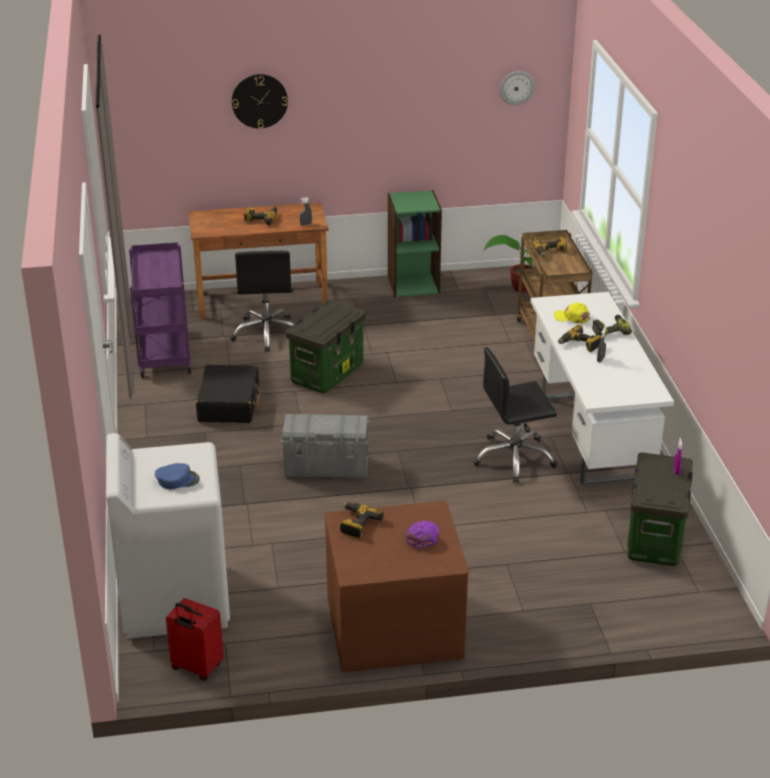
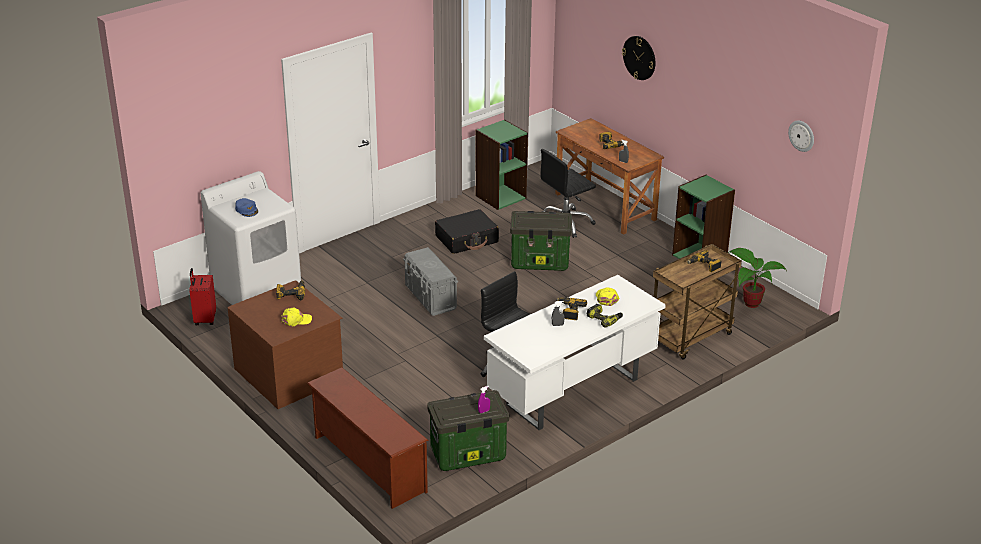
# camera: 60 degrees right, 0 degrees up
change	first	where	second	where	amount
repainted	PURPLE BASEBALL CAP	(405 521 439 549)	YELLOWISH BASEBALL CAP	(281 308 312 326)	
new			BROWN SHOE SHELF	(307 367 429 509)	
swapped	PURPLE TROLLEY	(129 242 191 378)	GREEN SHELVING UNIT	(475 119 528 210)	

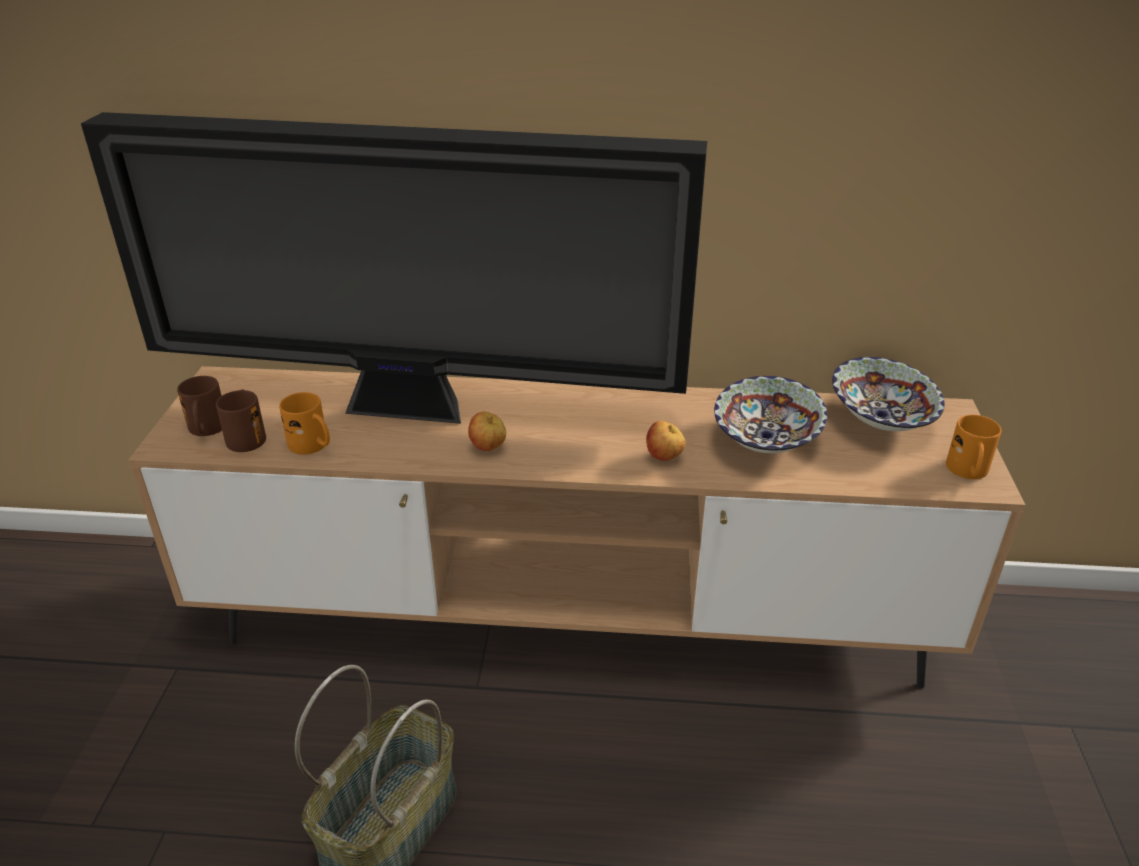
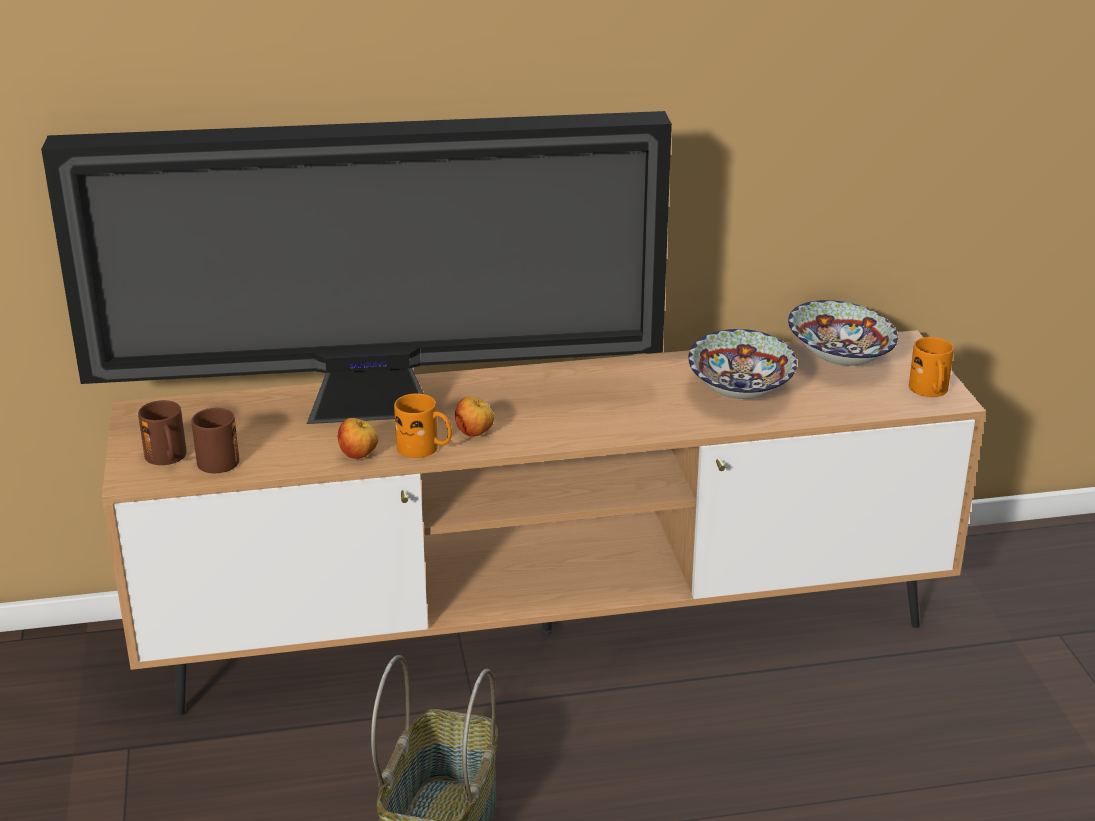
# camera: 15 degrees left, 5 degrees down
change	first	where	second	where	amount
shifted	WHOLE APPLE	(646 421 685 461)		(337 418 378 459)	
shifted	ORANGE COFFEE MUG	(279 392 330 455)		(394 393 452 458)	

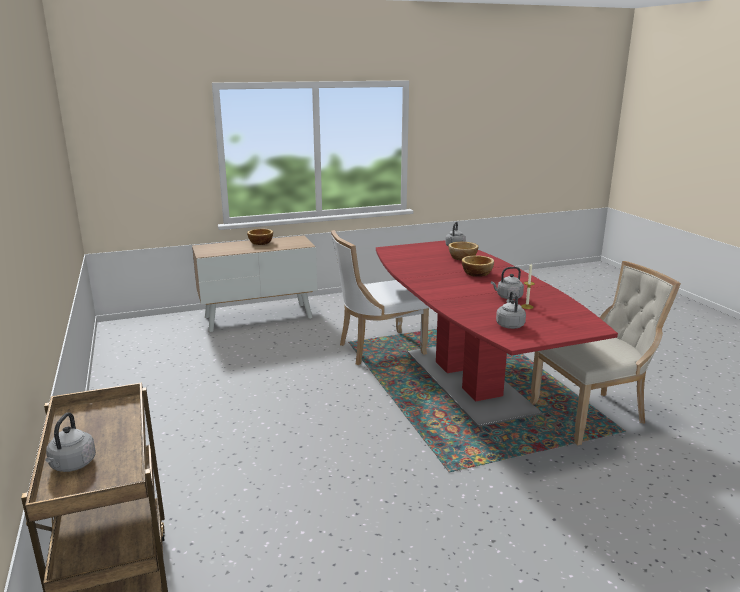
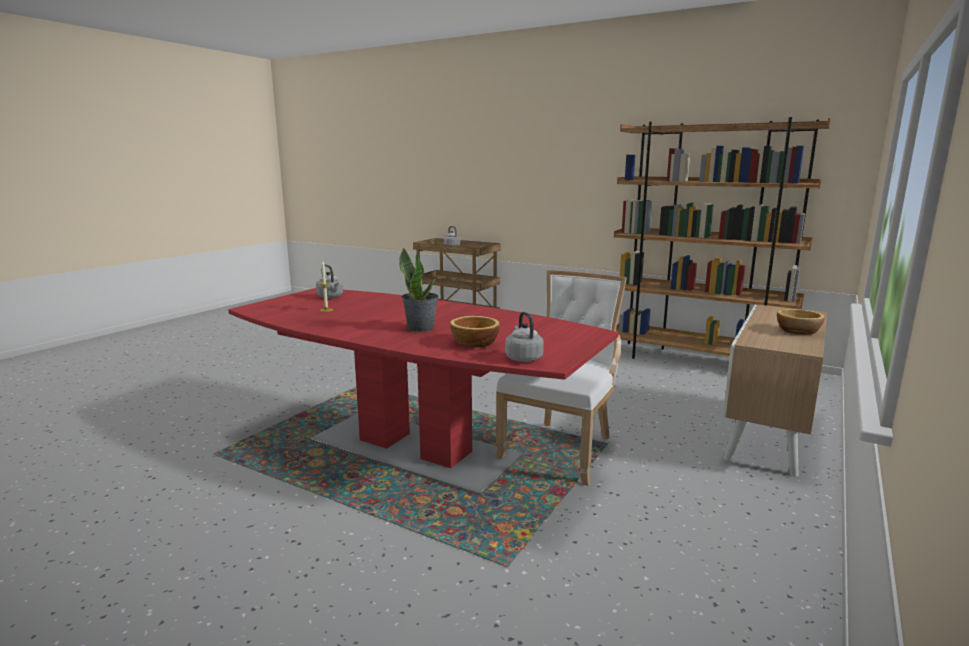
# camera: 140 degrees right, 5 degrees down
change	first	where	second	where	amount
swapped	BOWL	(462 256 494 277)	POTTED PLANT	(399 248 439 332)	
new			BROWN SHELVING UNIT	(614 117 831 359)	
gone	GREY WATER KETTLE	(491 267 524 299)			
gone	BEIGE-COLOURED CHAIR	(529 261 681 445)			

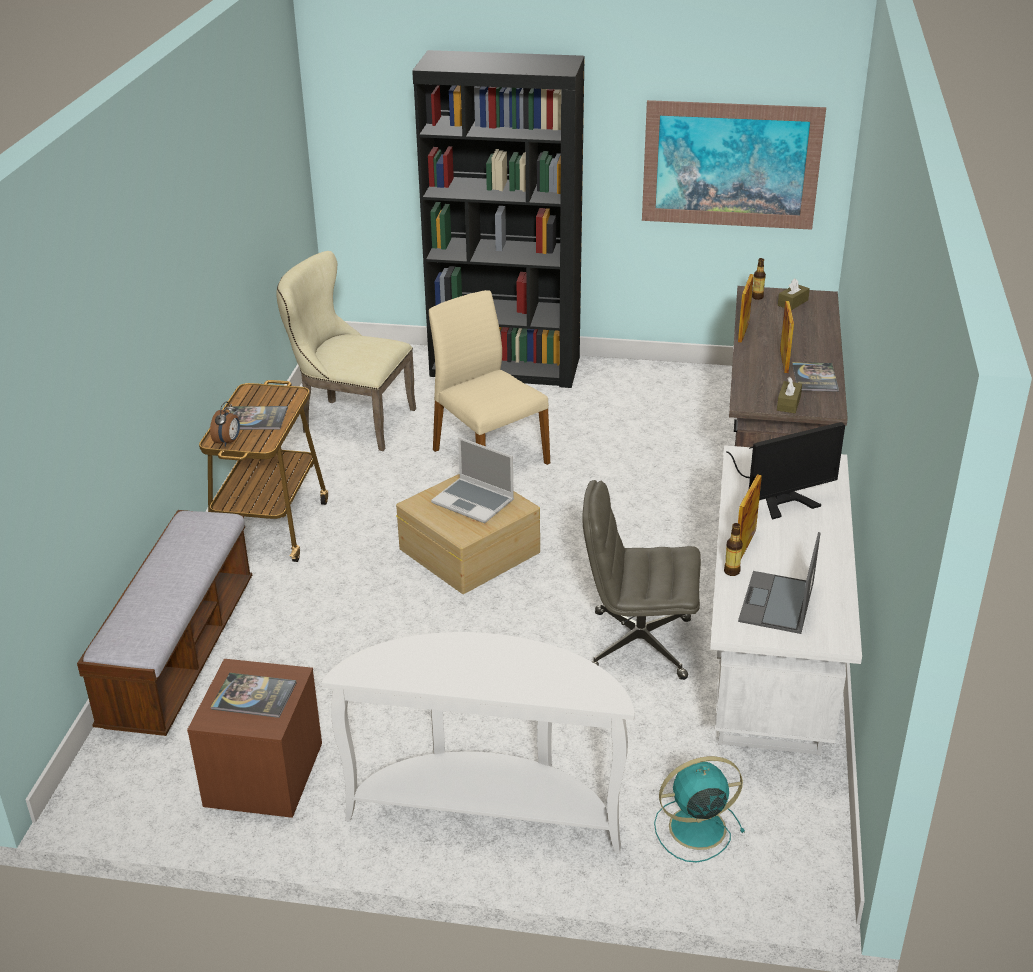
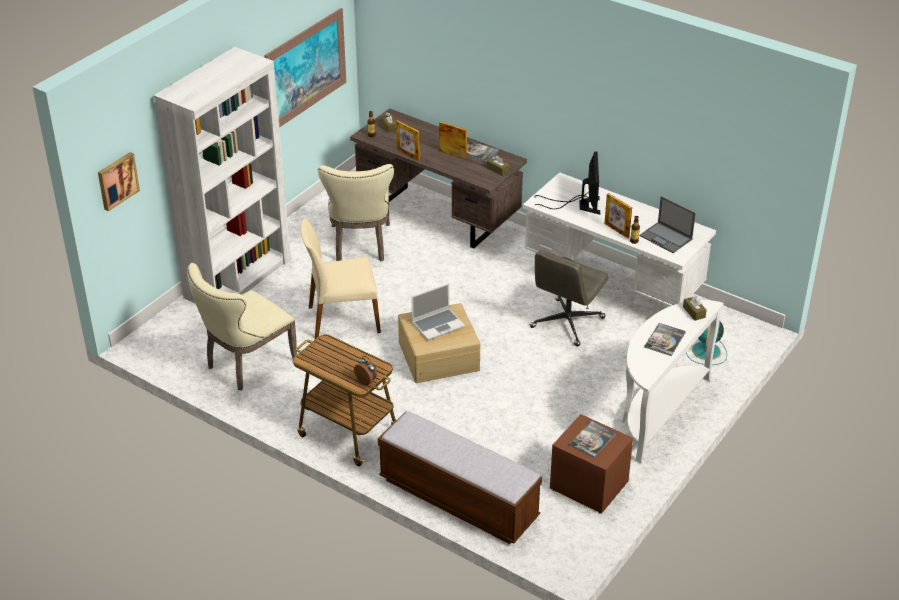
# camera: 65 degrees left, 5 degrees up
change	first	where	second	where	amount
new			WALL ART	(98 152 140 211)	
repainted	BLACKISH SHELVING UNIT	(412 50 585 388)	WHITE SHELVING UNIT	(154 47 291 304)	
new			BEIGE-COLOURED CHAIR	(318 164 394 261)	
shifted	VOLUME	(231 406 288 430)		(644 323 686 356)	
new			BROWN BOX OF TISSUES	(683 295 707 321)	

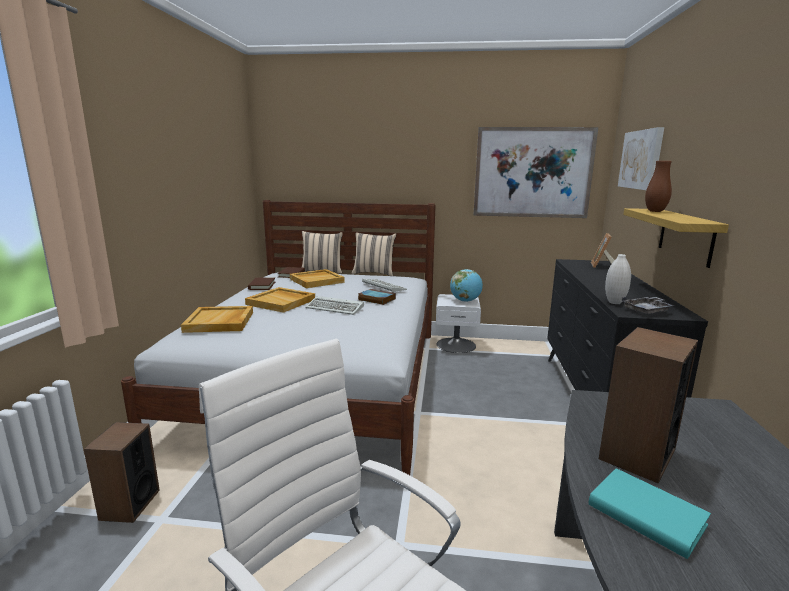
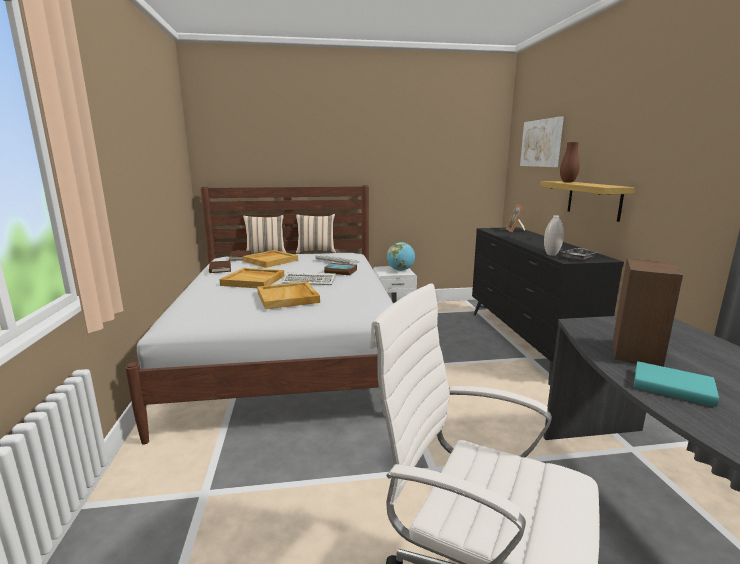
# camera: 15 degrees left, 0 degrees up
change	first	where	second	where	amount
shifted	BEIGE-COLOURED SERVING TRAY	(181 306 253 333)		(257 282 320 309)	
gone	LOUDSPEAKER	(84 422 160 523)			
gone	WALL ART	(474 127 598 218)			

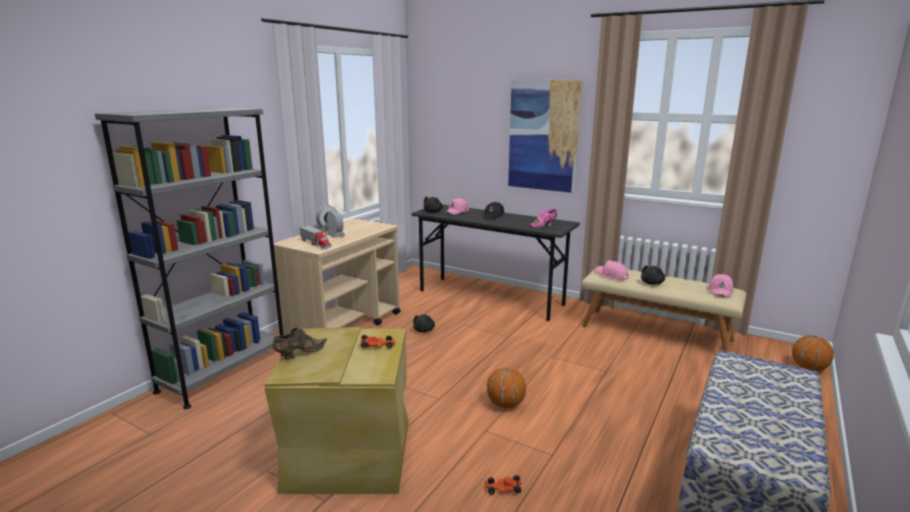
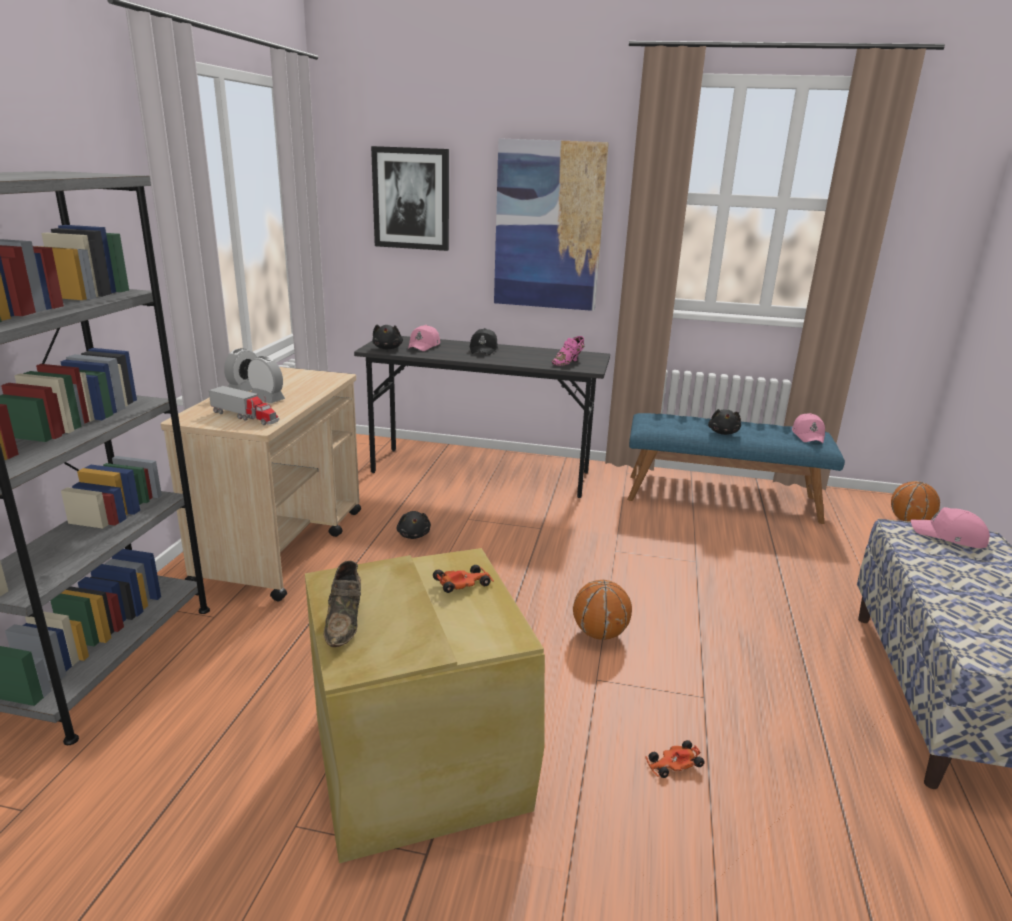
# camera: 20 degrees left, 5 degrees up
change	first	where	second	where	amount
rotated	BROWN ITEM OF FOOTWEAR	(272 328 327 360)		(323 561 361 647)	150 degrees clockwise
new			WALL ART	(371 146 449 251)	
repainted	BEIGE-COLOURED BENCH	(582 266 746 352)	BLUE BENCH	(627 413 845 524)	
shifted	PINK BASEBALL CAP	(595 260 629 280)		(911 507 990 548)	

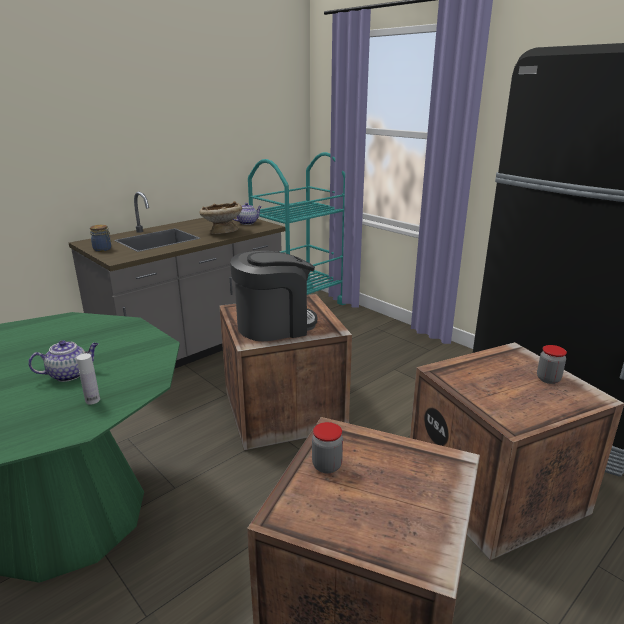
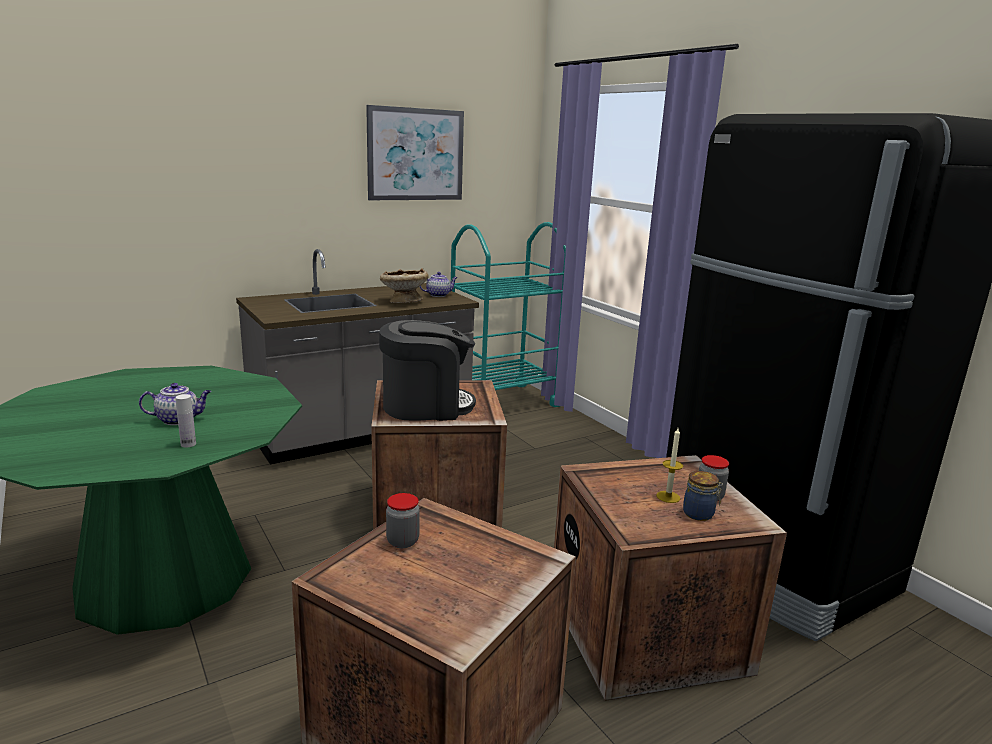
# camera: 10 degrees right, 5 degrees down
change	first	where	second	where	amount
new			WALL ART	(366 105 464 200)	
new			WAX LIGHT	(656 428 683 503)	
shifted	PRESERVE JAR	(90 225 112 252)		(683 471 723 521)	

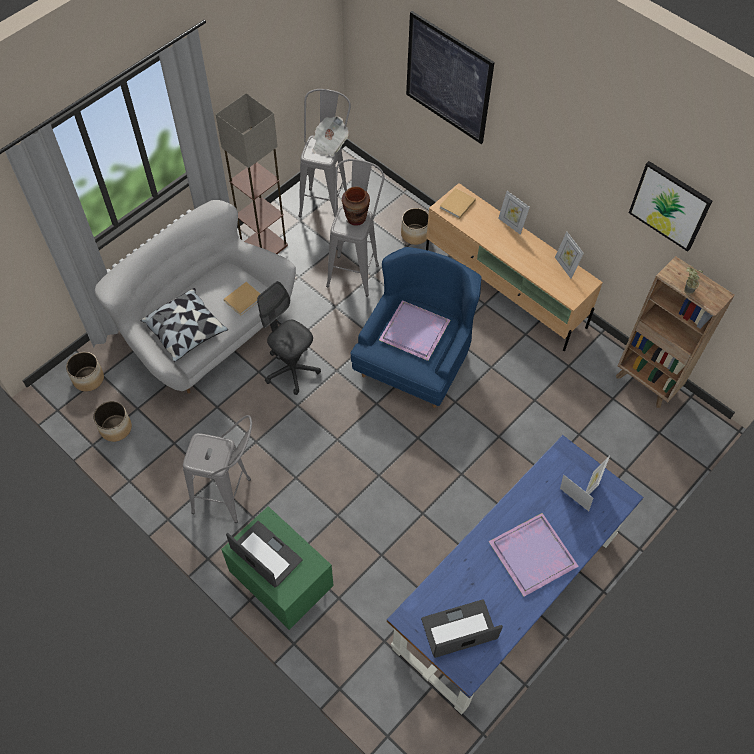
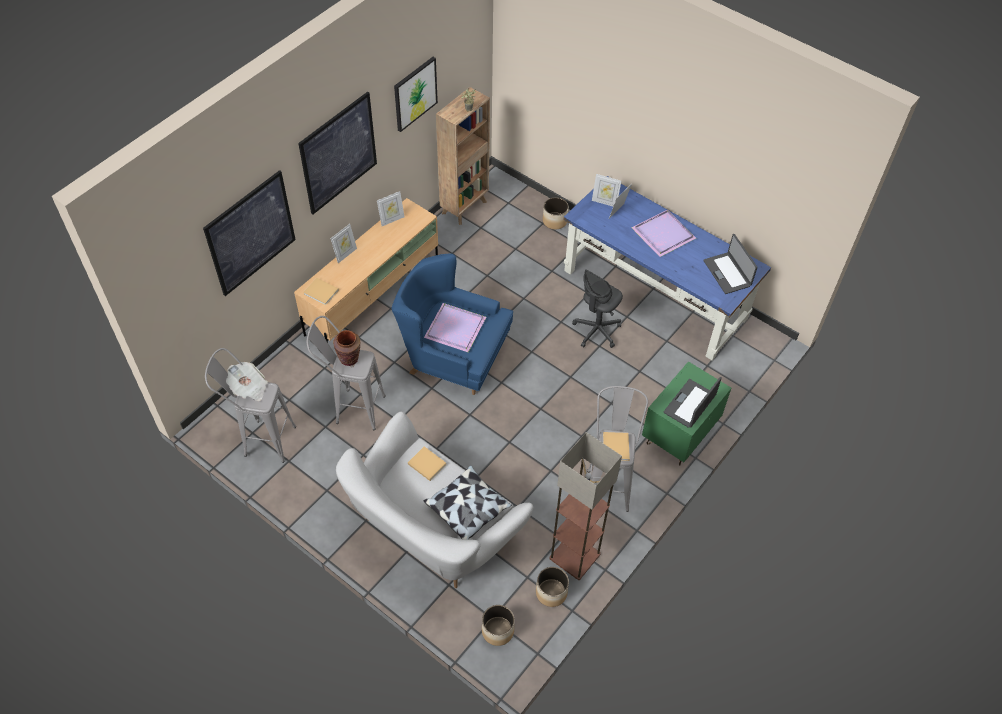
# camera: 95 degrees left, 5 degrees down
change	first	where	second	where	amount
new			WALL ART	(298 92 377 214)	
shifted	PLANT POT	(401 208 428 245)		(543 197 568 230)	
shifted	FLOOR LAMP	(216 93 288 254)		(549 432 622 580)	
shifted	GREY DESK CHAIR	(257 281 321 395)		(572 269 623 348)	
new			BEIGE-COLOURED VOLUME	(603 432 630 461)	

